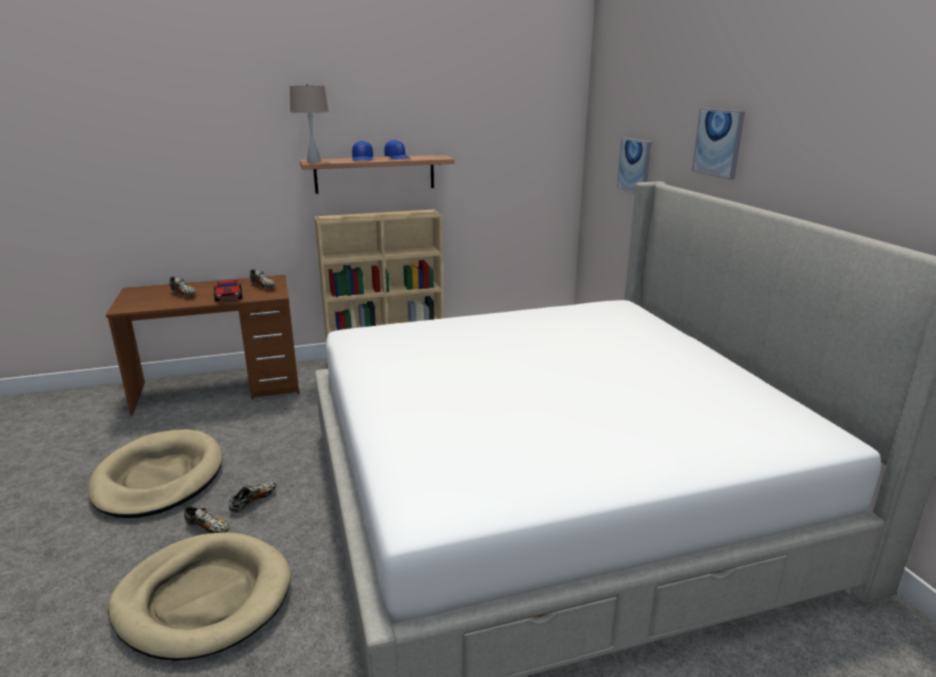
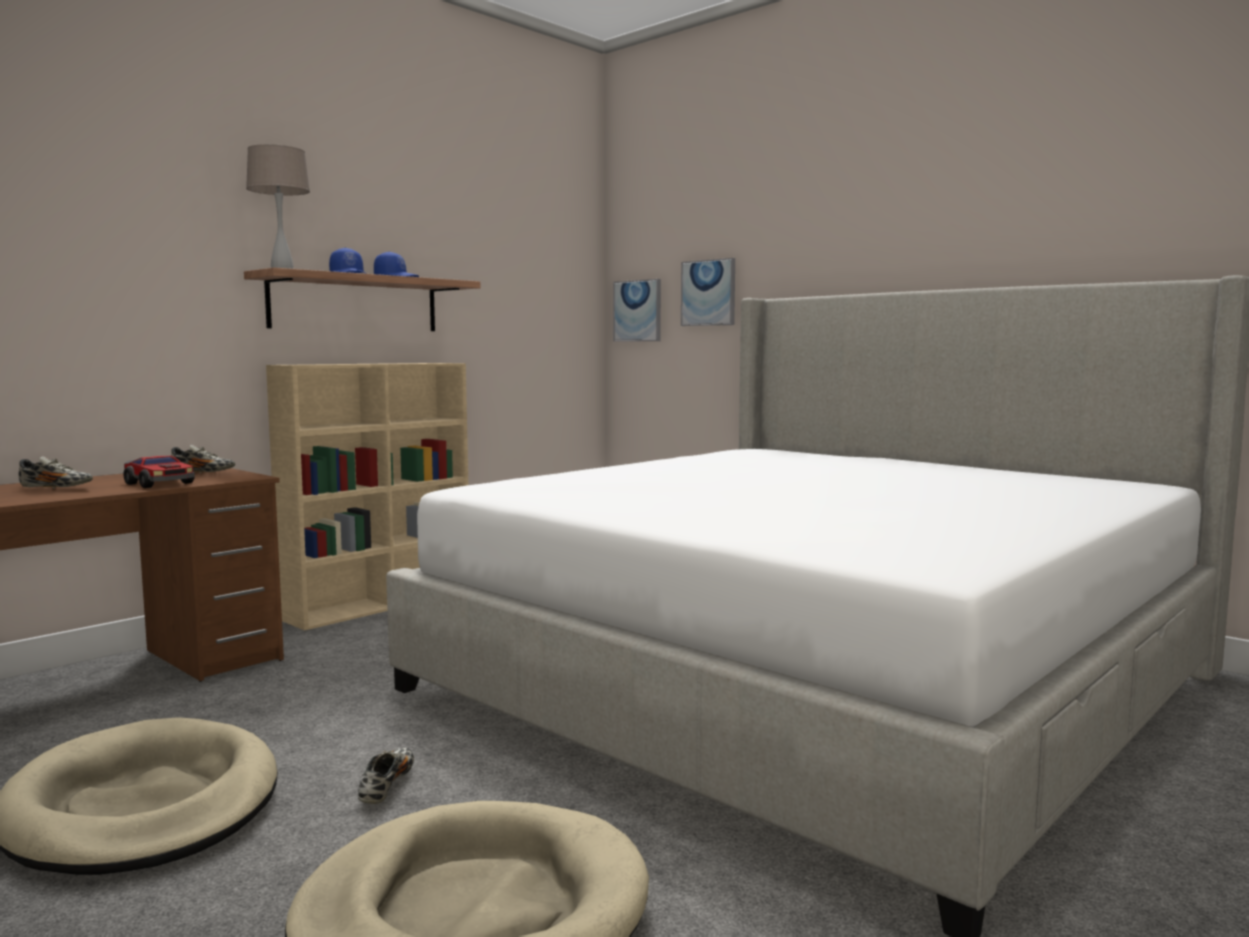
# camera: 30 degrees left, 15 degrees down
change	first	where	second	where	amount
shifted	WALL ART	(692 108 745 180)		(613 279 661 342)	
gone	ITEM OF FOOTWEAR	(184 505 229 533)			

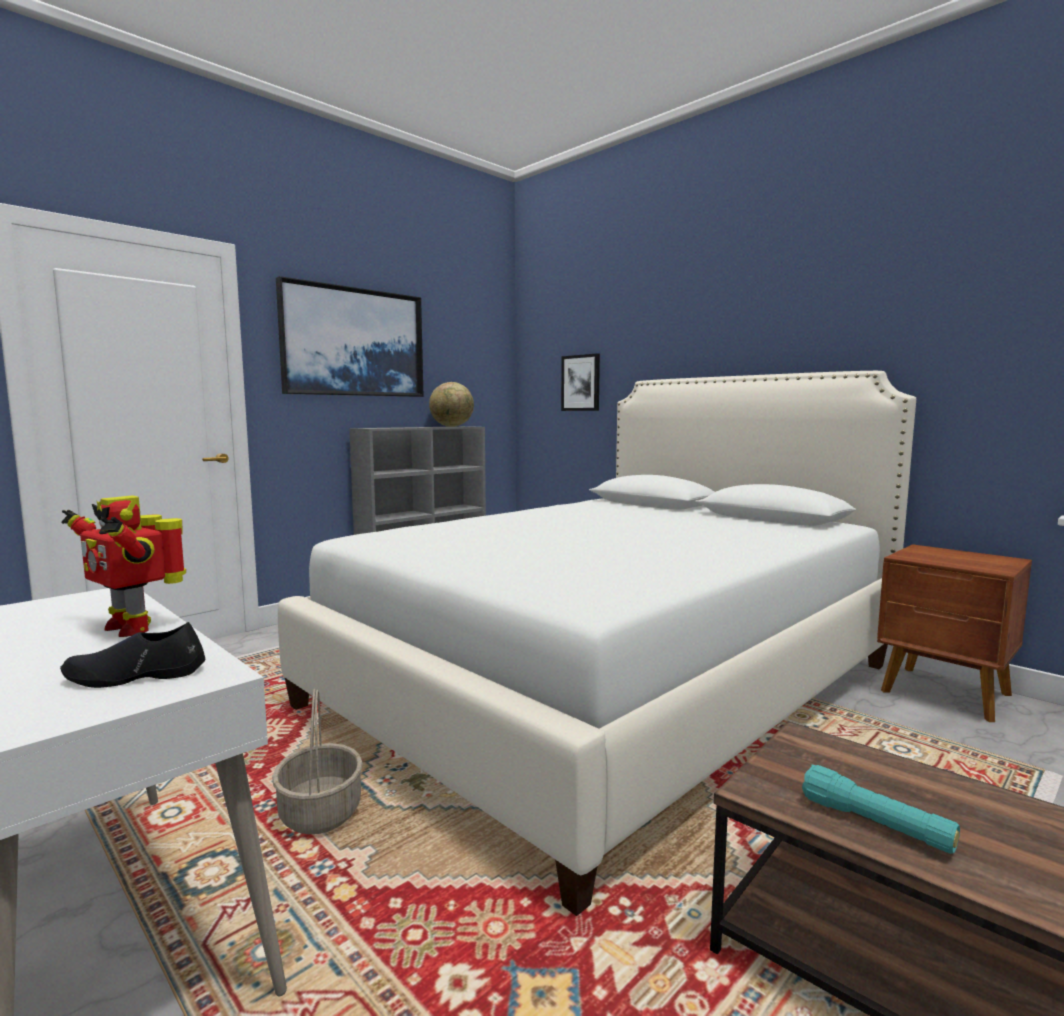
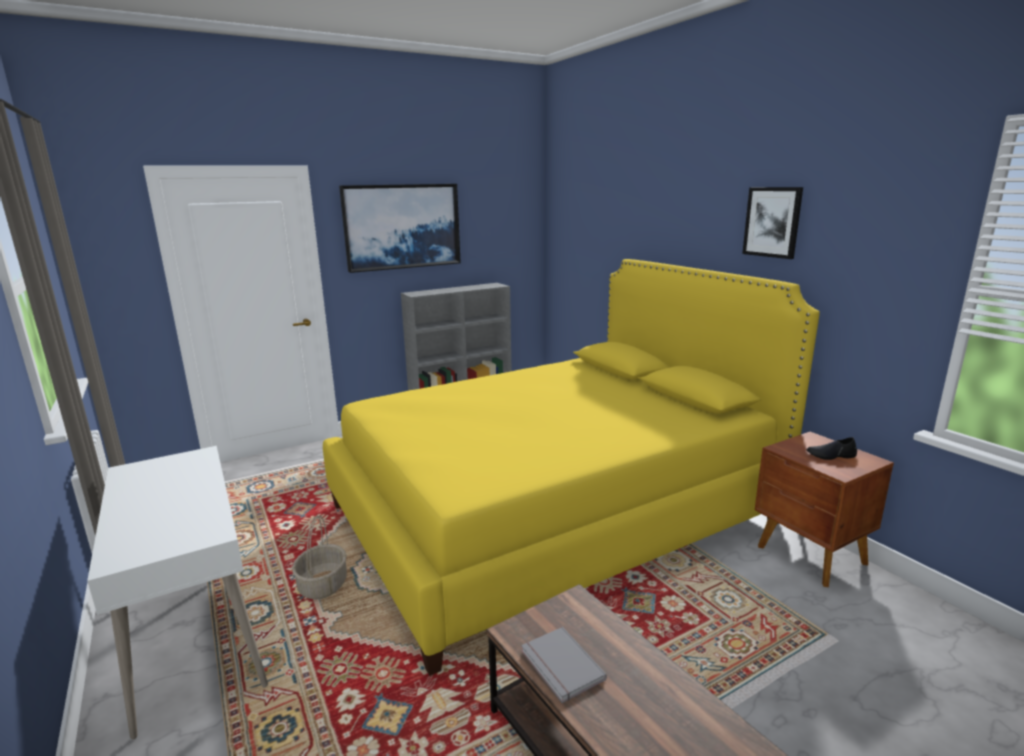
# camera: 15 degrees right, 10 degrees up
change	first	where	second	where	amount
repainted	WHITE BED	(278 371 916 916)	YELLOWISH BED	(323 259 820 676)	
swapped	BLUE-GREEN HAND TORCH	(802 765 960 854)	GREY VOLUME	(521 627 607 703)	
shifted	WALL ART	(561 353 600 411)		(742 187 803 259)	
shifted	BLACKISH ITEM OF FOOTWEAR	(60 622 205 688)		(806 437 857 460)	
gone	MODEL ROBOT	(61 495 186 637)			
gone	DESK GLOBE	(429 382 474 427)			

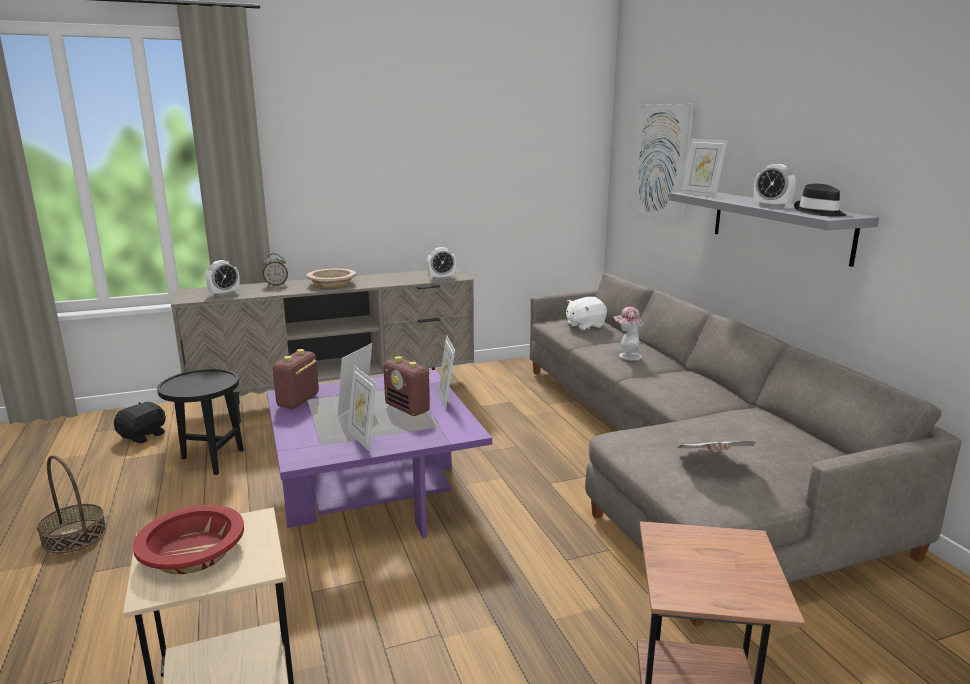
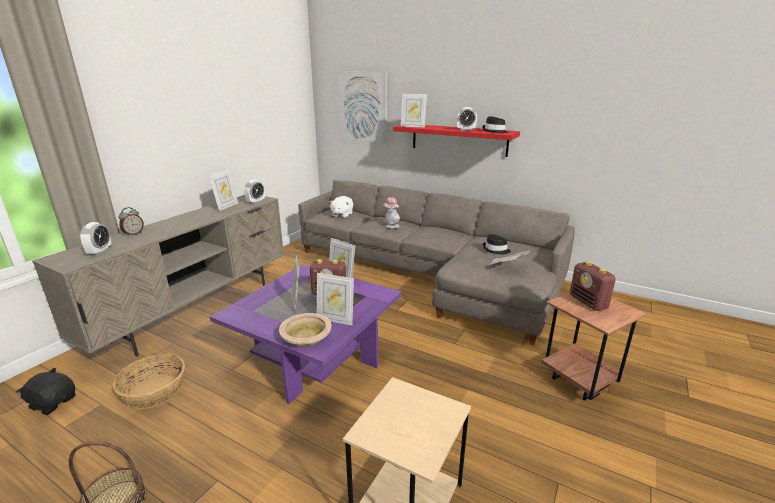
# camera: 40 degrees left, 5 degrees up
change	first	where	second	where	amount
rotated	BLACKISH CUDDLY TOY	(114 402 166 443)		(16 368 75 415)	60 degrees counterclockwise
swapped	BLACKISH SIDE TABLE	(157 369 244 475)	BASKET	(112 354 185 409)	
new			PHOTO FRAME	(209 170 238 211)	
shifted	BEIGE-COLOURED BOWL	(307 268 356 288)		(279 313 332 347)	
repainted	GREY BRACKET SHELF	(669 192 879 267)	RED BRACKET SHELF	(393 125 520 157)	
new			BLACKISH CLOTHING HAT	(483 234 511 254)	
shifted	RADIO	(273 349 319 409)		(570 261 616 311)	
gone	RED BOWL	(133 505 244 574)			

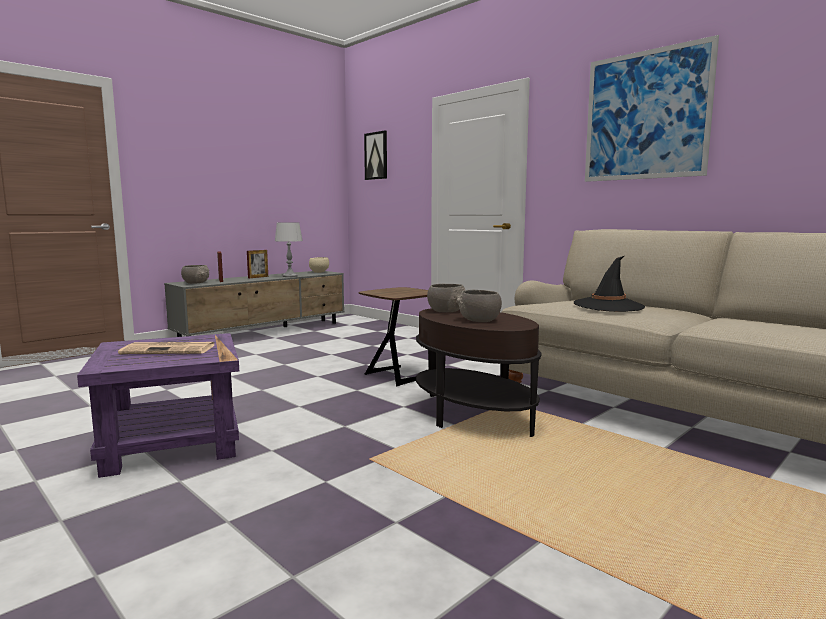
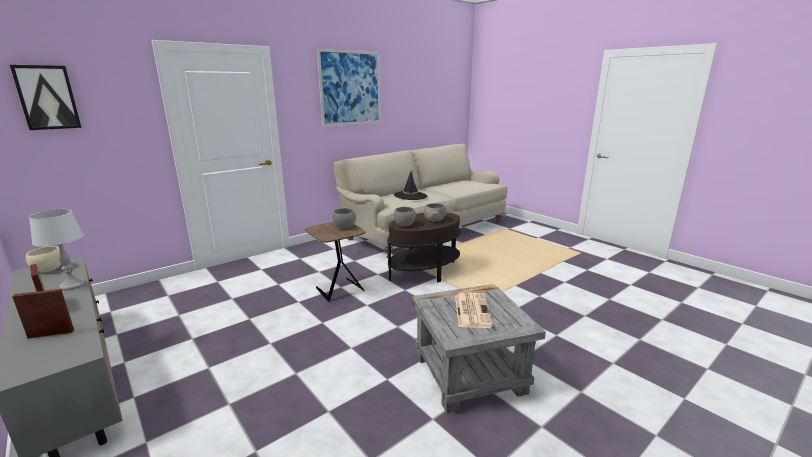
# camera: 85 degrees left, 10 degrees up
change	first	where	second	where	amount
shifted	GREY BOWL	(181 265 209 284)		(332 208 356 229)	
repainted	PURPLE SIDE TABLE	(77 333 239 478)	GREY SIDE TABLE	(411 284 546 413)	

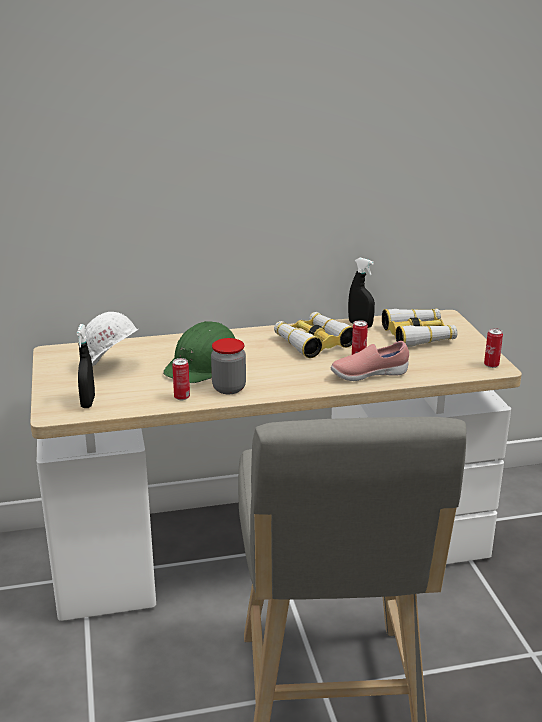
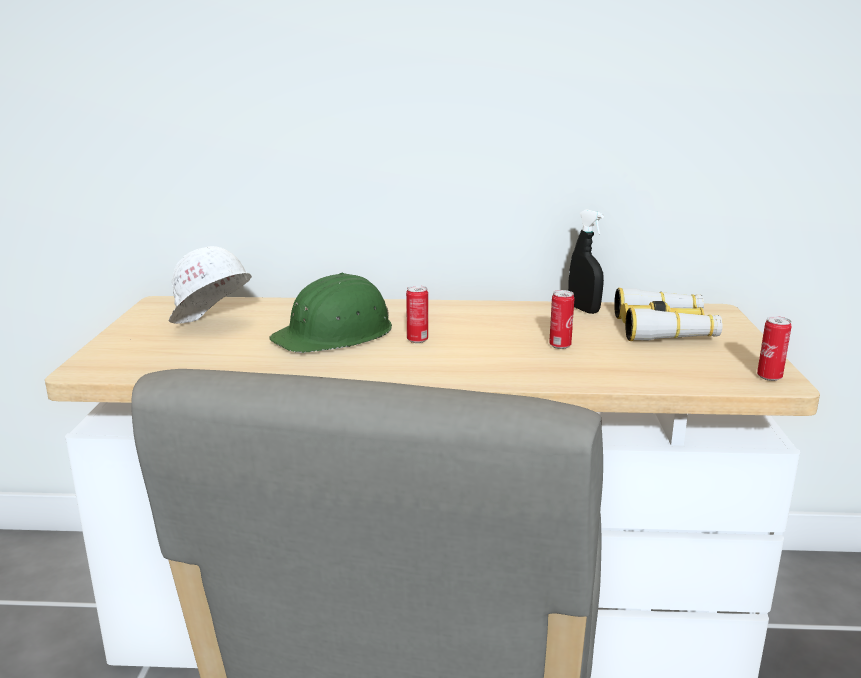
# camera: 15 degrees right, 5 degrees down
change	first	where	second	where	amount
shifted	METAL CAN	(172 358 190 400)		(406 285 428 343)	
gone	BLACKISH HAND SPRAYER	(77 324 95 408)			
gone	PRESERVE JAR	(211 338 246 394)			
gone	BINOCULARS	(274 312 353 358)			
gone	PINK ITEM OF FOOTWEAR	(331 341 409 381)			

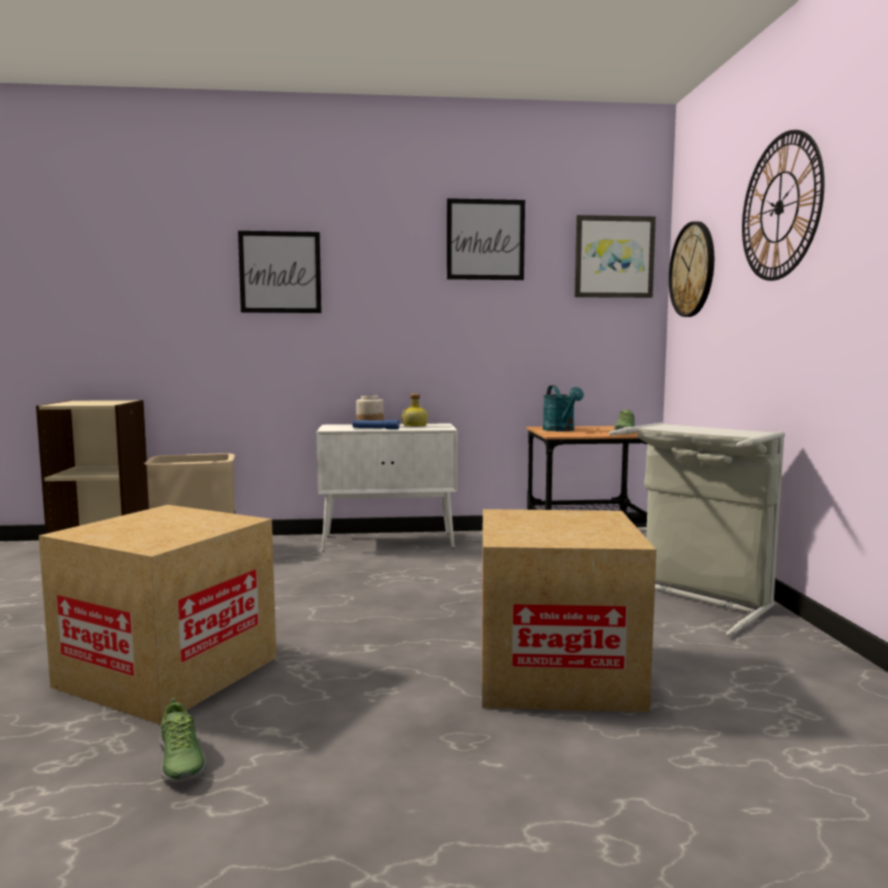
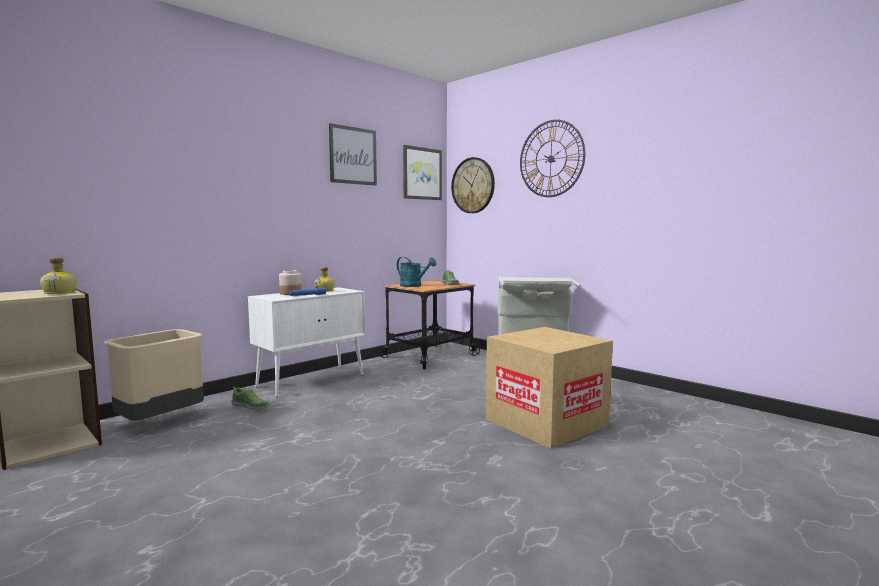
# camera: 40 degrees left, 0 degrees up
change	first	where	second	where	amount
new			DRINK BOTTLE	(40 257 77 294)	
shifted	ITEM OF FOOTWEAR	(159 698 207 782)		(231 387 269 410)	
gone	PACKING BOX	(39 505 276 725)			
gone	WALL ART	(238 231 321 313)			

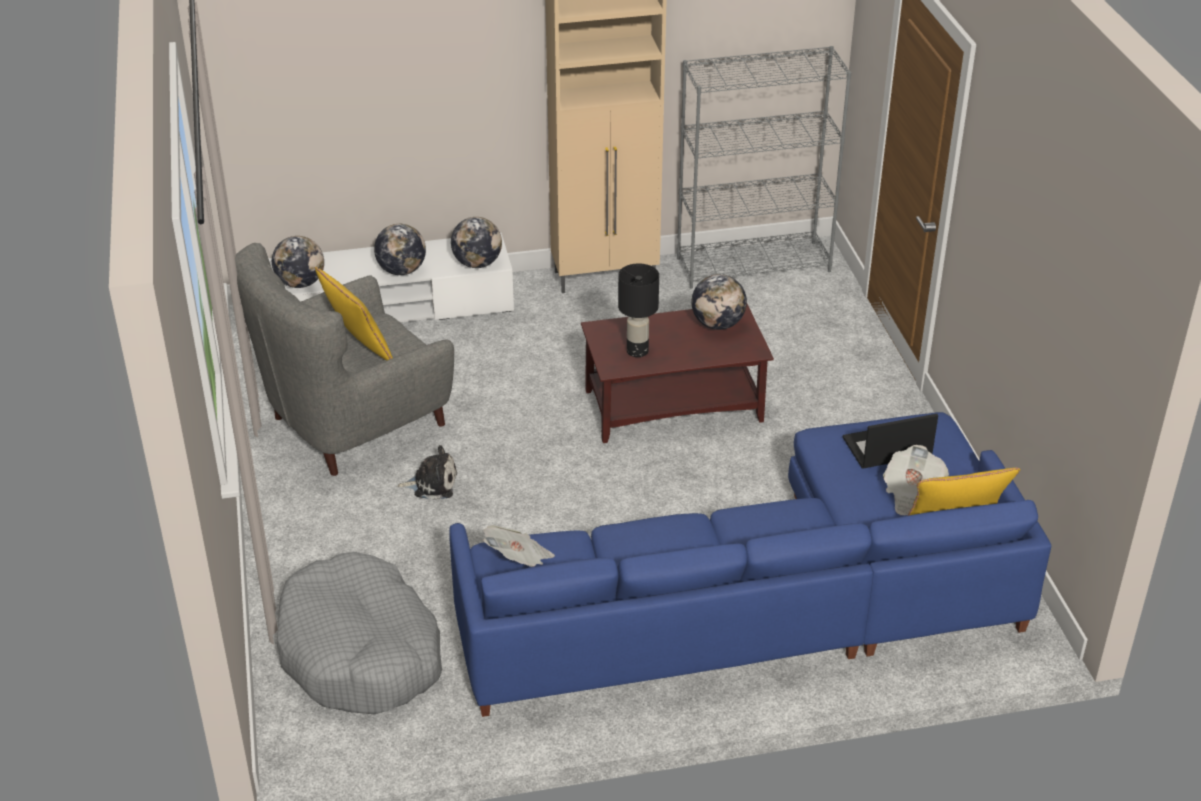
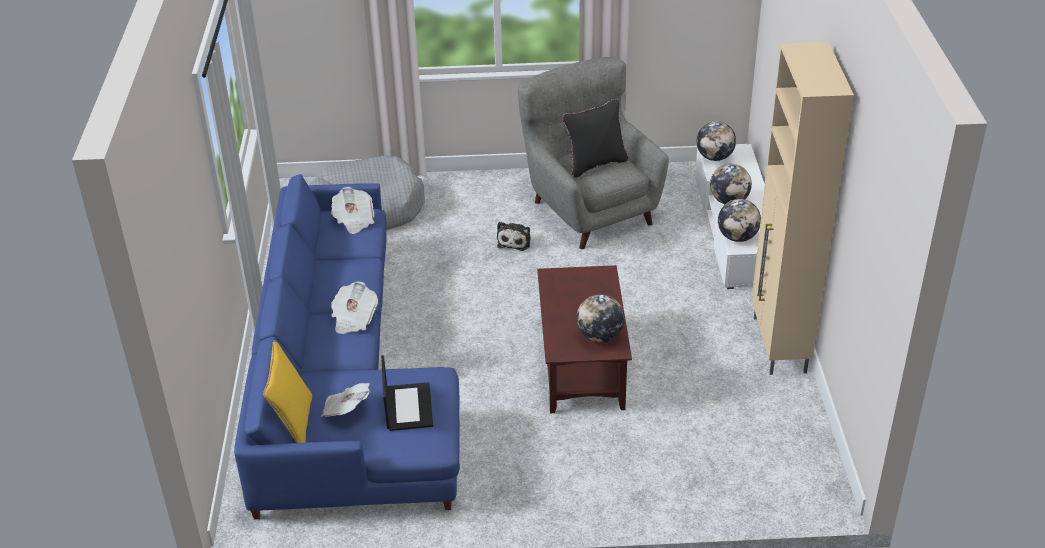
# camera: 100 degrees right, 0 degrees up
change	first	where	second	where	amount
new			PRINTED PAPER	(331 281 378 334)	
repainted	YELLOWISH PILLOW	(314 267 393 361)	BLACKISH PILLOW	(562 99 629 178)	
gone	BLACKISH TABLE LAMP	(618 263 659 357)			
gone	GREY SHELVING UNIT	(677 46 851 289)			

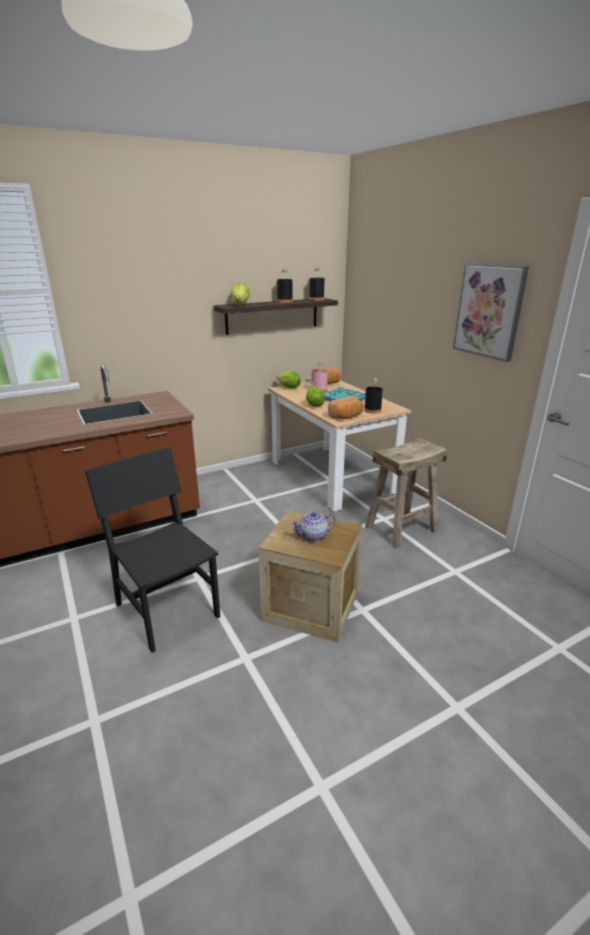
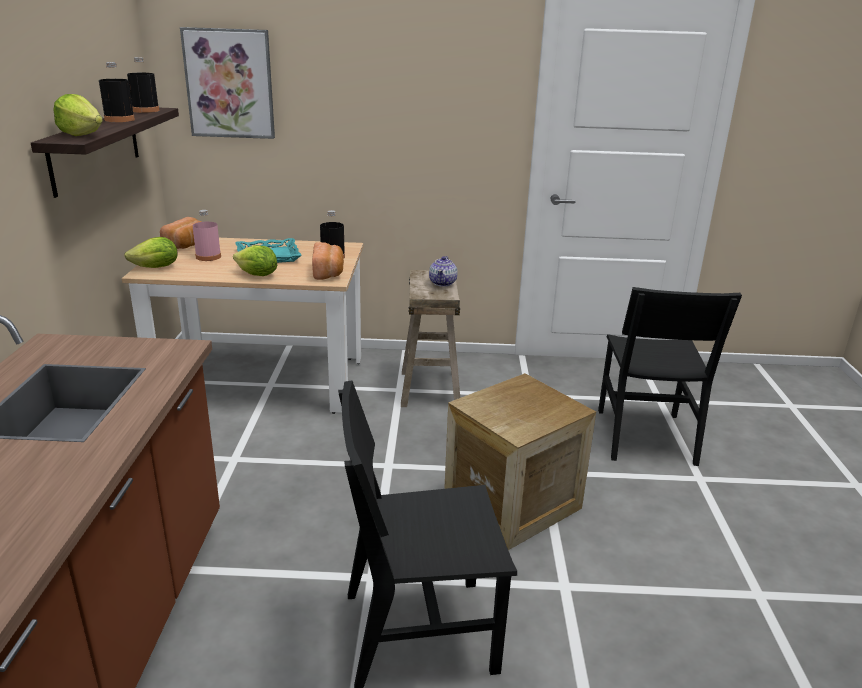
# camera: 60 degrees left, 0 degrees up
change	first	where	second	where	amount
shifted	WALL ART	(453 263 529 362)		(180 27 275 139)	
shifted	TEA POT	(291 512 336 542)		(429 256 458 287)	
new			BLACKISH CHAIR	(598 287 742 466)	

